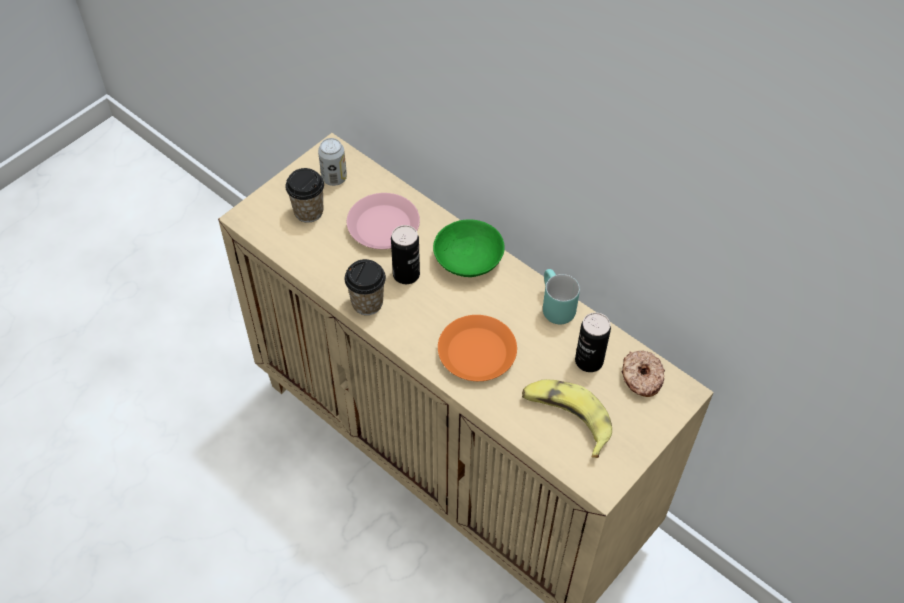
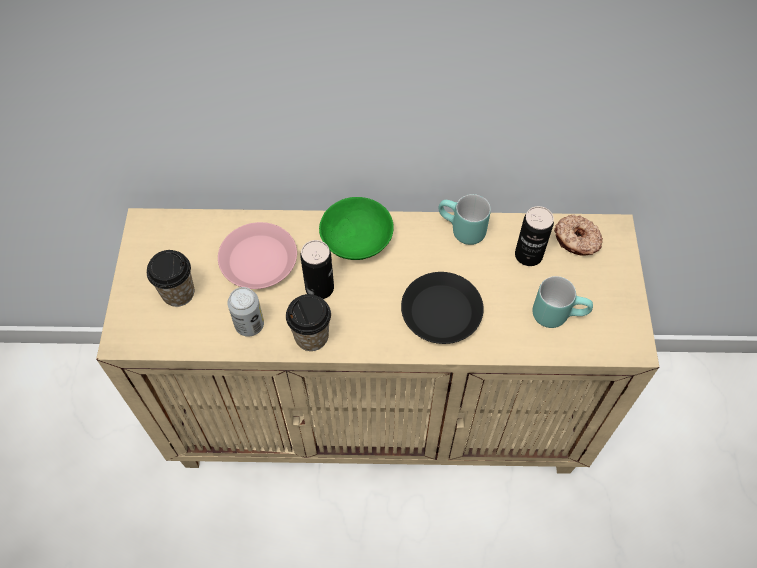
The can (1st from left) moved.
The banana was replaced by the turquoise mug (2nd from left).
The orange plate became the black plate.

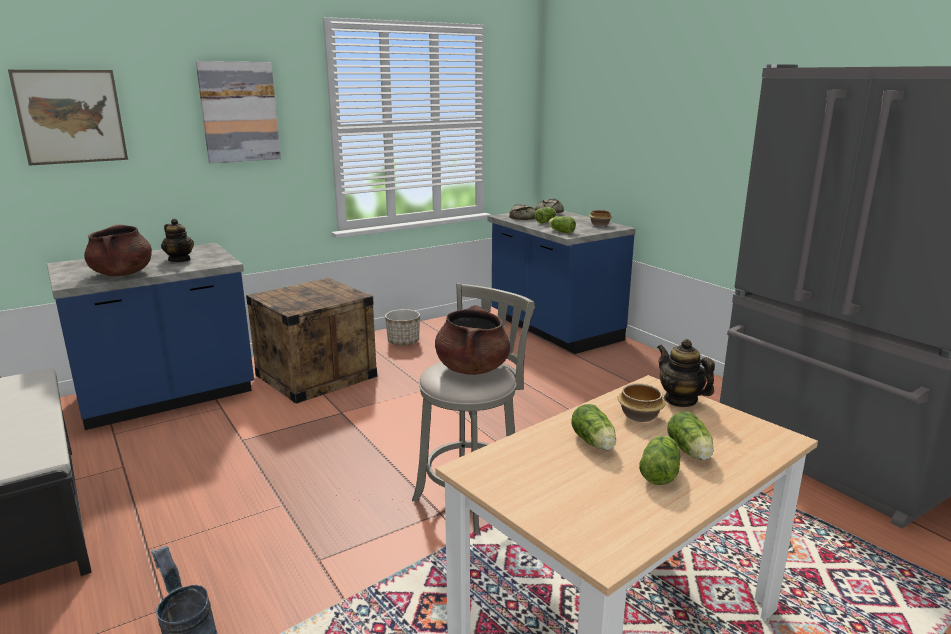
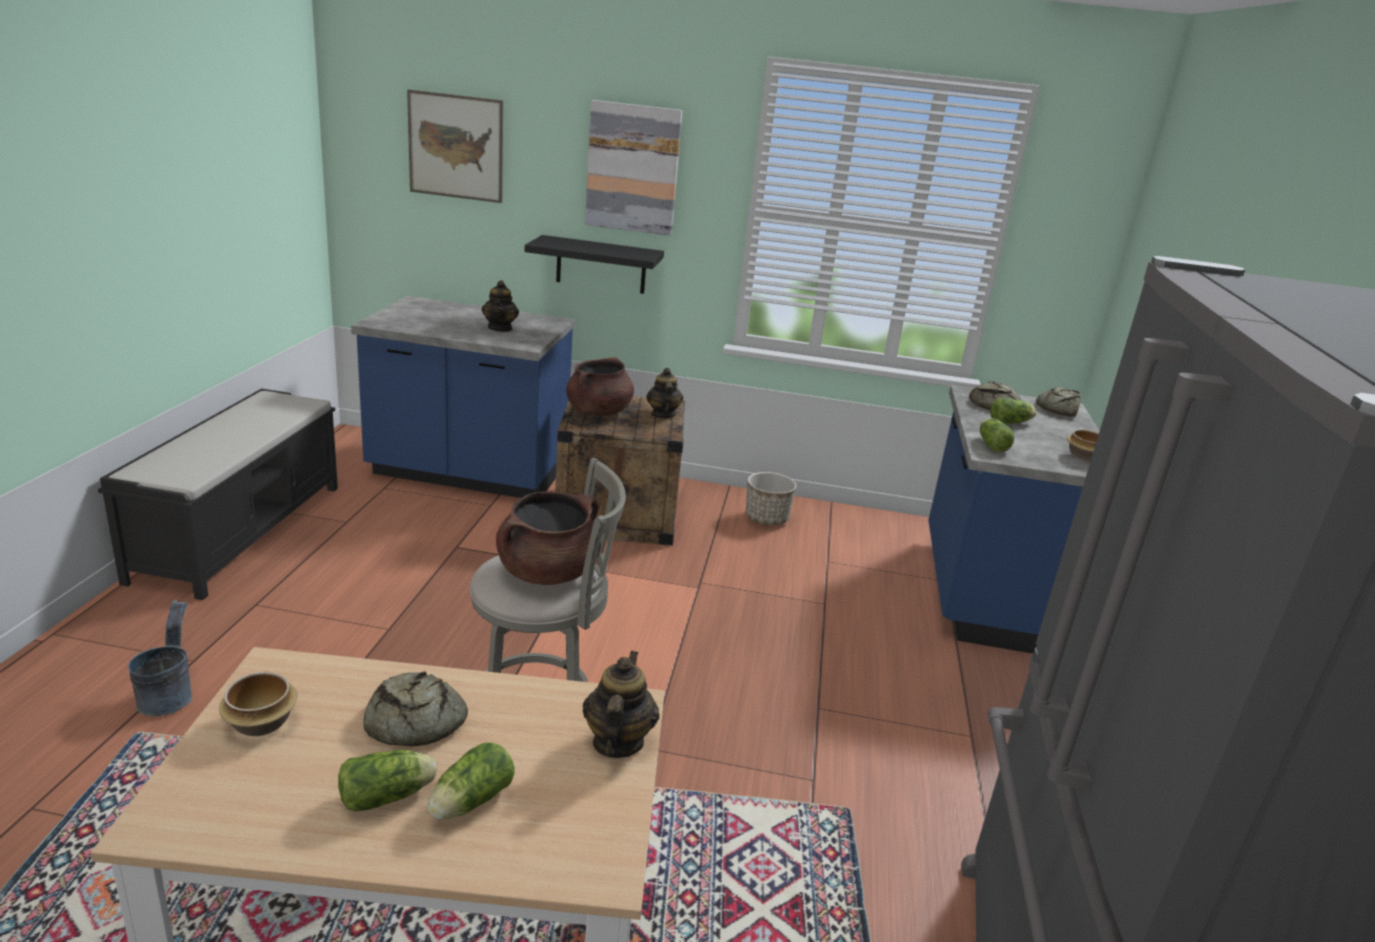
The black shelf appeared.
The teapot (3rd from left) appeared.
The brown cooking pot (1st from left in the first image) moved.
The bowl (2nd from left in the first image) moved.
The lettuce (3rd from left) was replaced by the bread (1st from left).

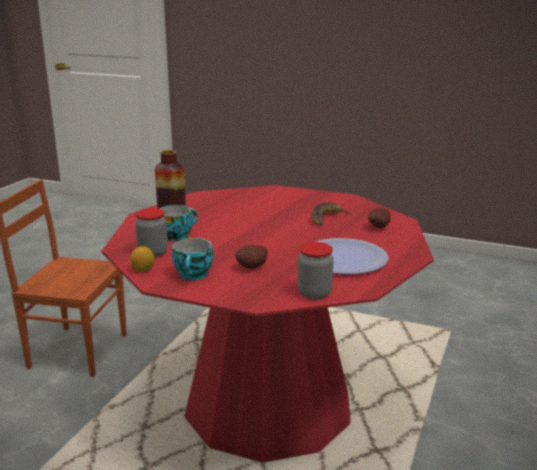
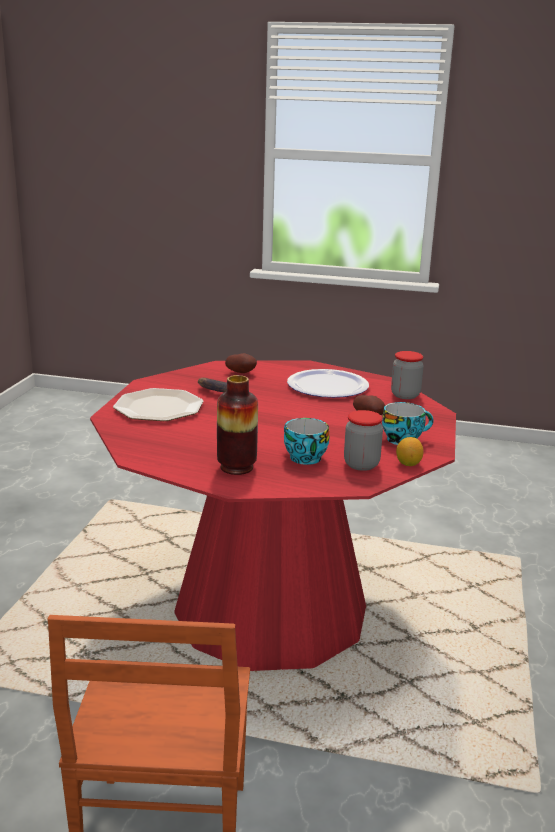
The plate (1st from left) appeared.

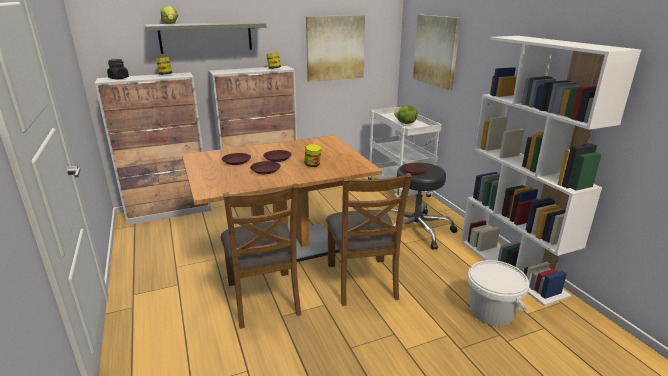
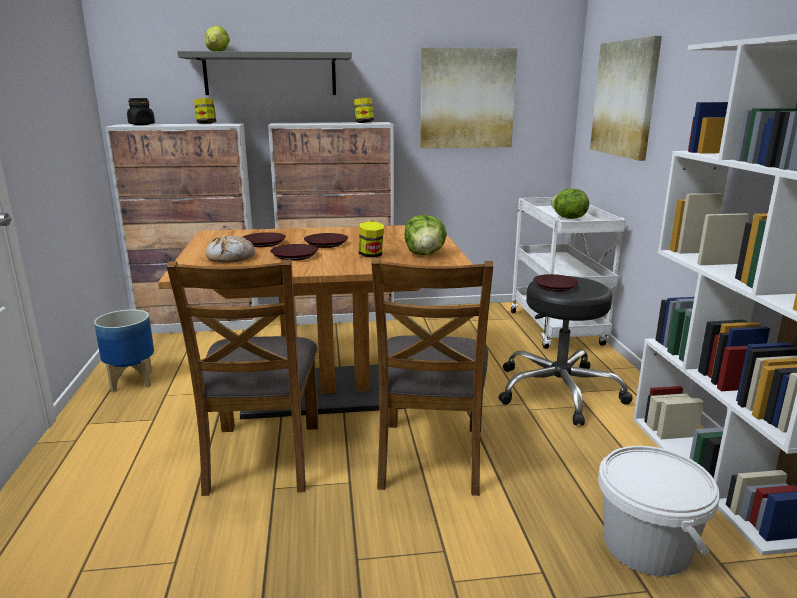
The planter appeared.
The bread appeared.
The lettuce (2nd from left) appeared.

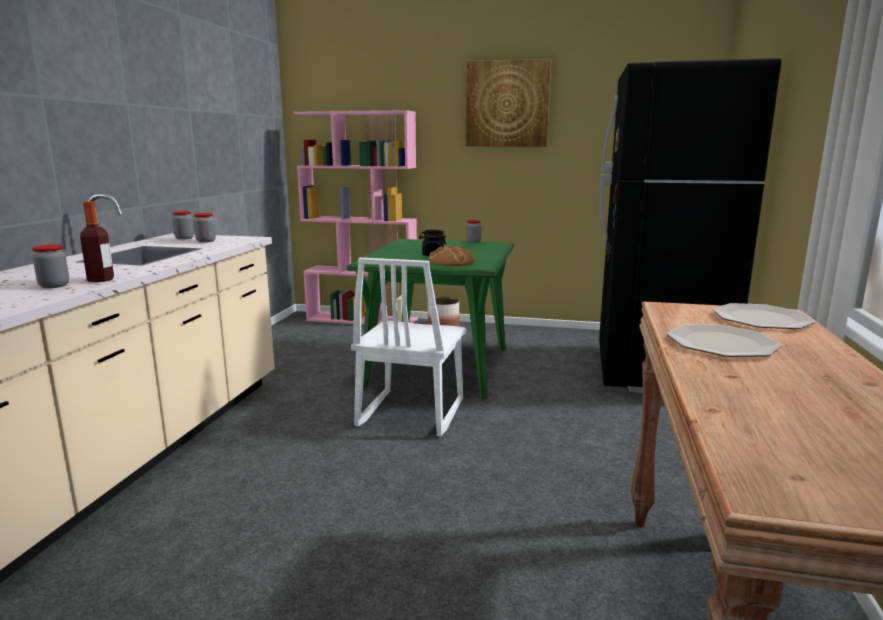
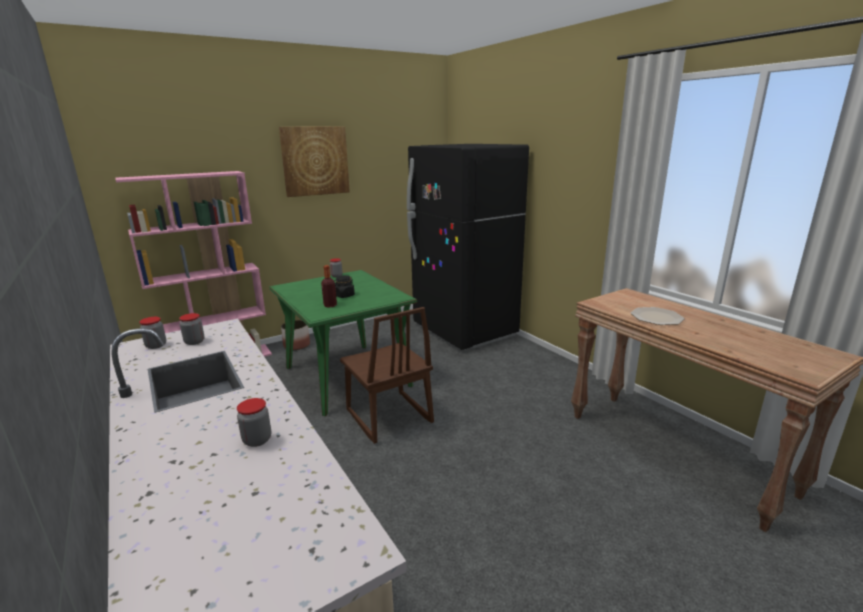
The bread disappeared.
The plate (2nd from left) disappeared.
The bottle moved.
The white chair became the brown chair.

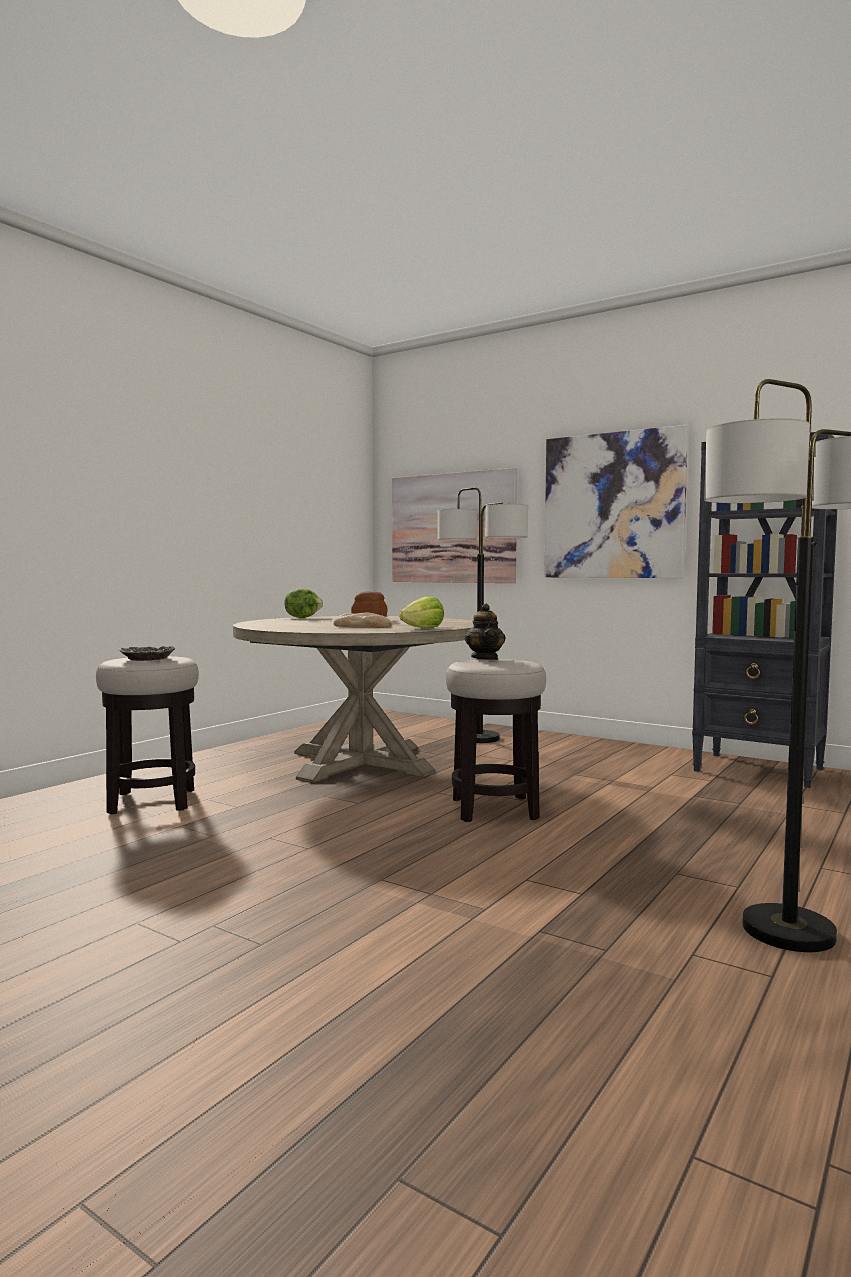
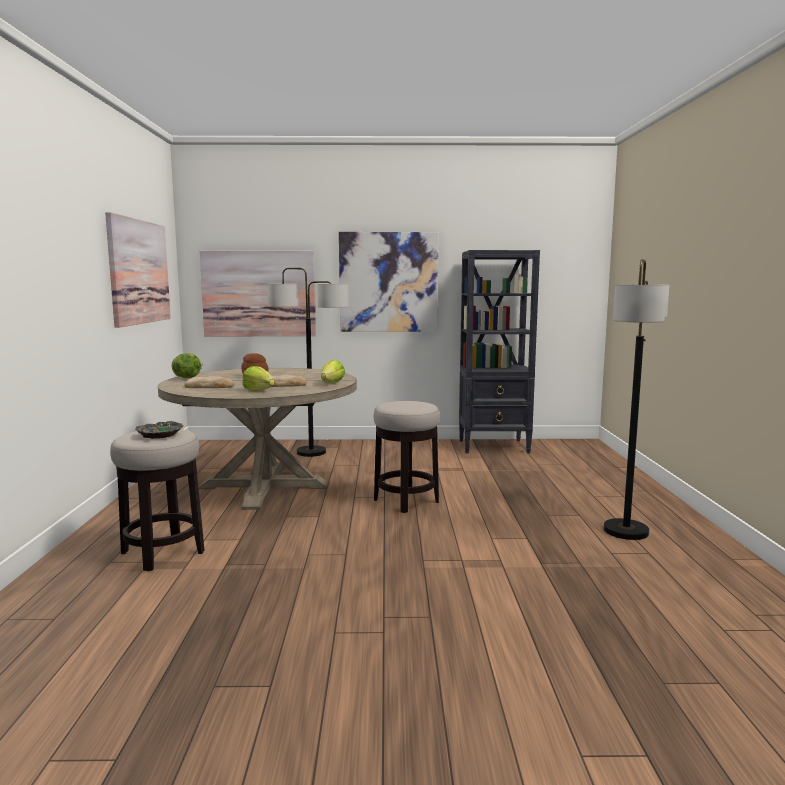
The teapot disappeared.
The picture (1st from left) appeared.
The bread (1st from left) appeared.
The lettuce (2nd from left) appeared.

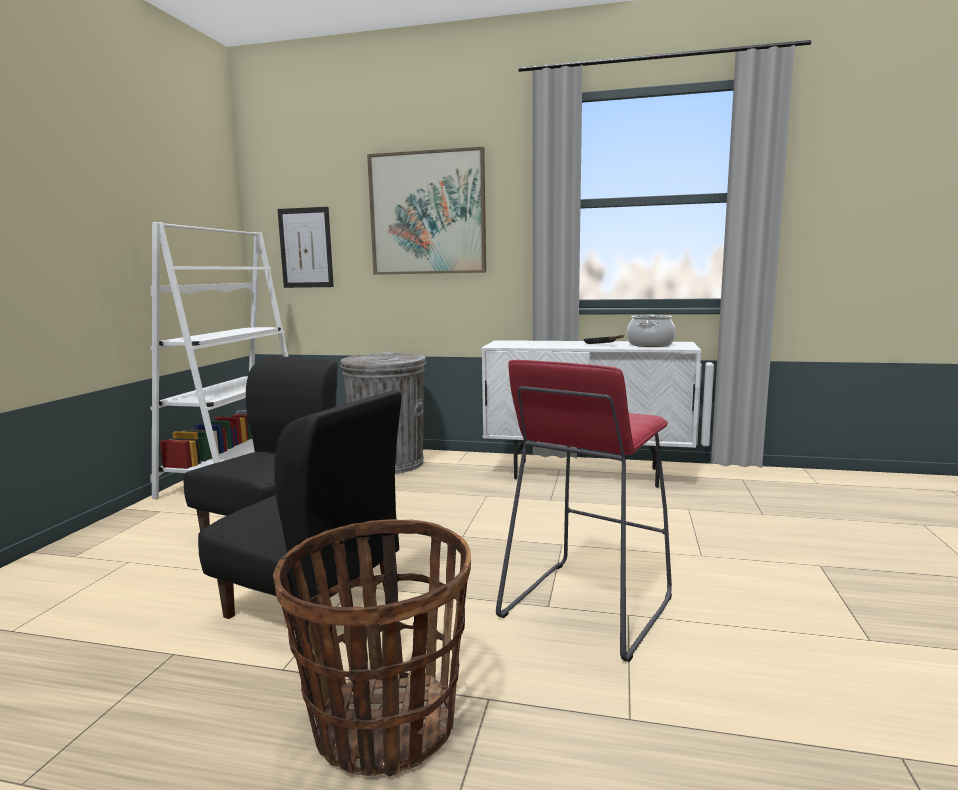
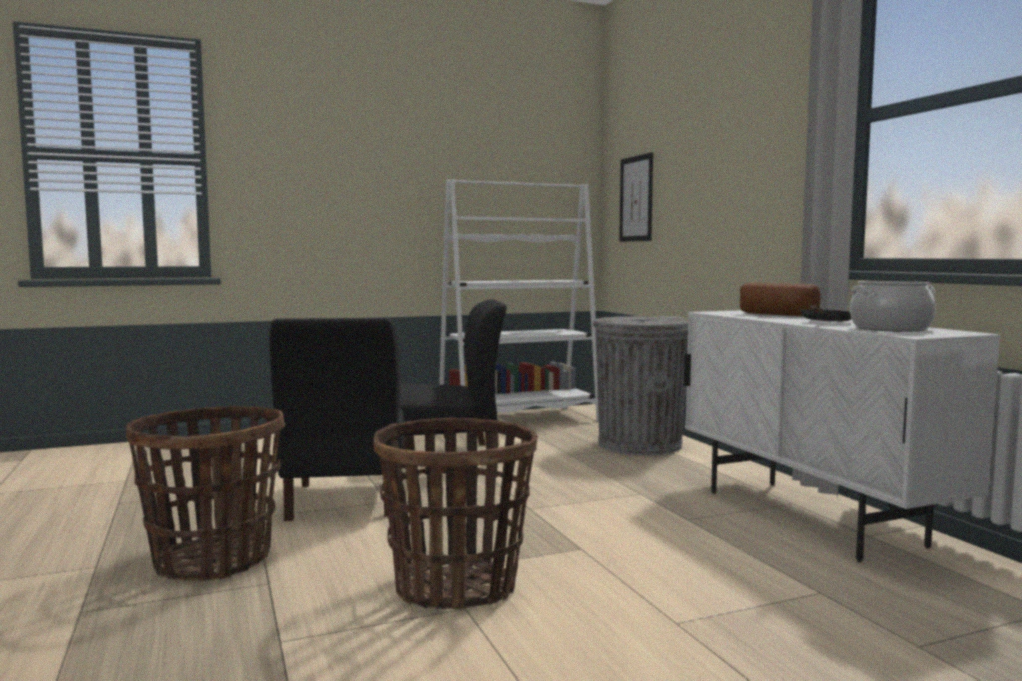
The picture (2nd from left) disappeared.
The bread appeared.
The red stool was replaced by the basket (2nd from left).

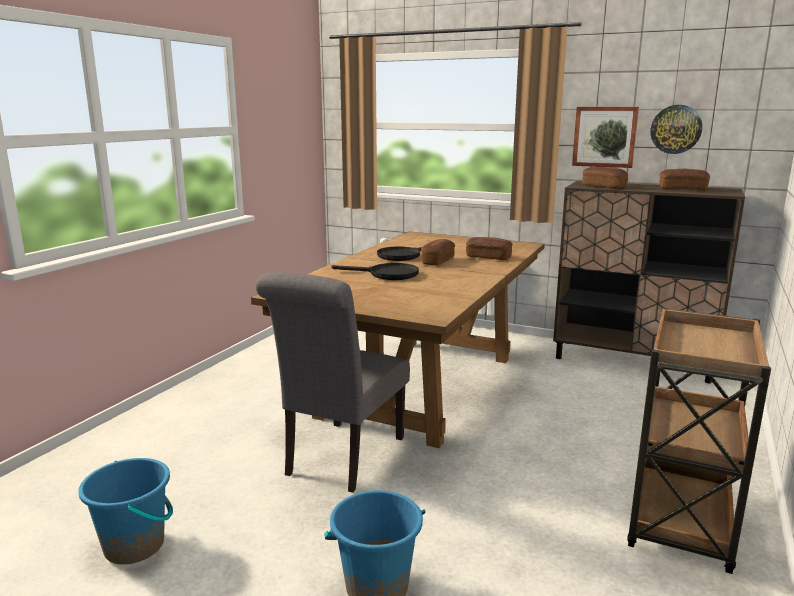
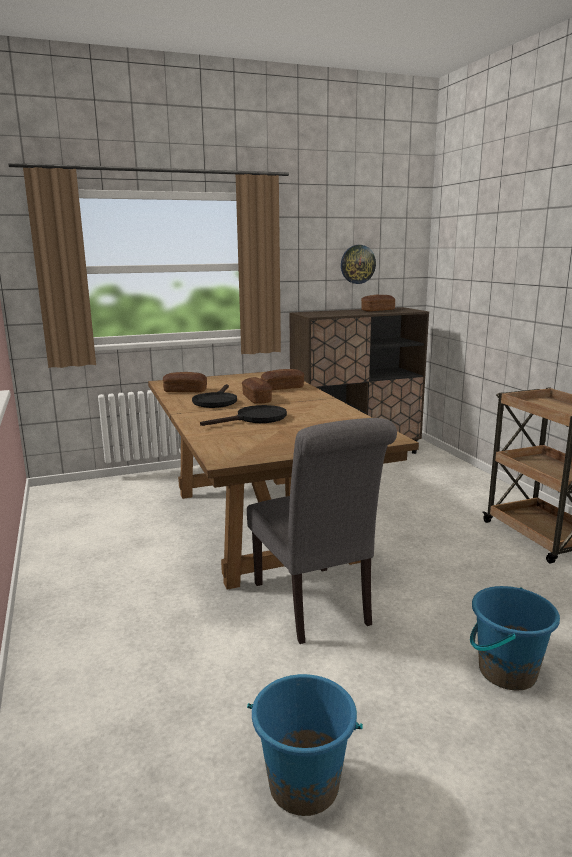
The picture disappeared.
The bread (3rd from left in the first image) moved.

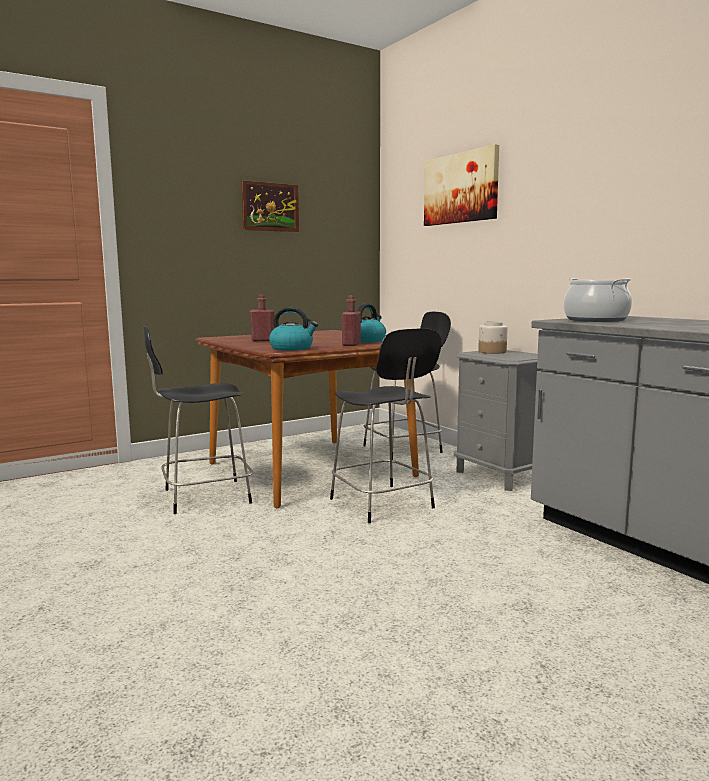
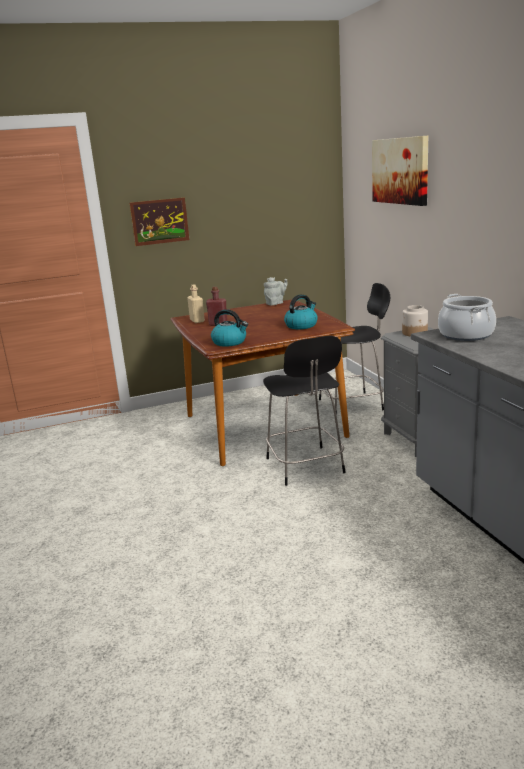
The black chair (1st from left) disappeared.
The red bottle (2nd from left) disappeared.
The beige bottle appeared.
The grey teapot appeared.
The picture (1st from left) moved.

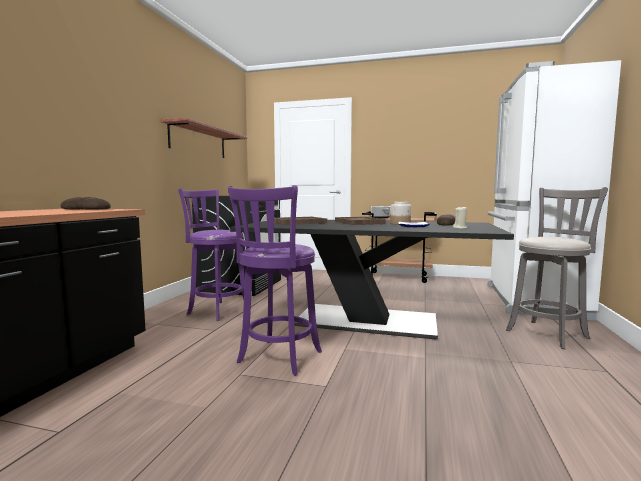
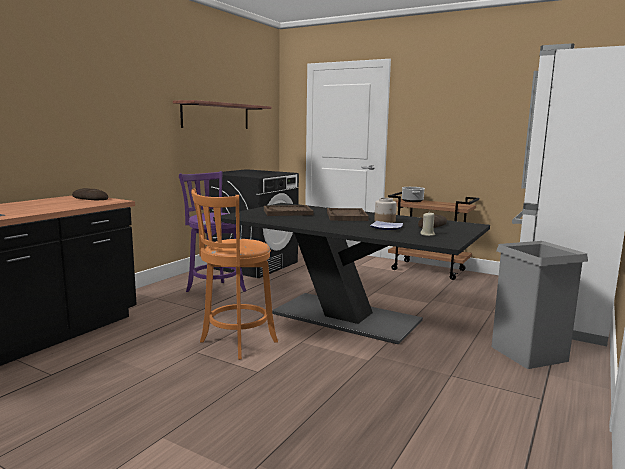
The grey stool was replaced by the grey trash can.
The purple stool (2nd from left) became the orange stool.

